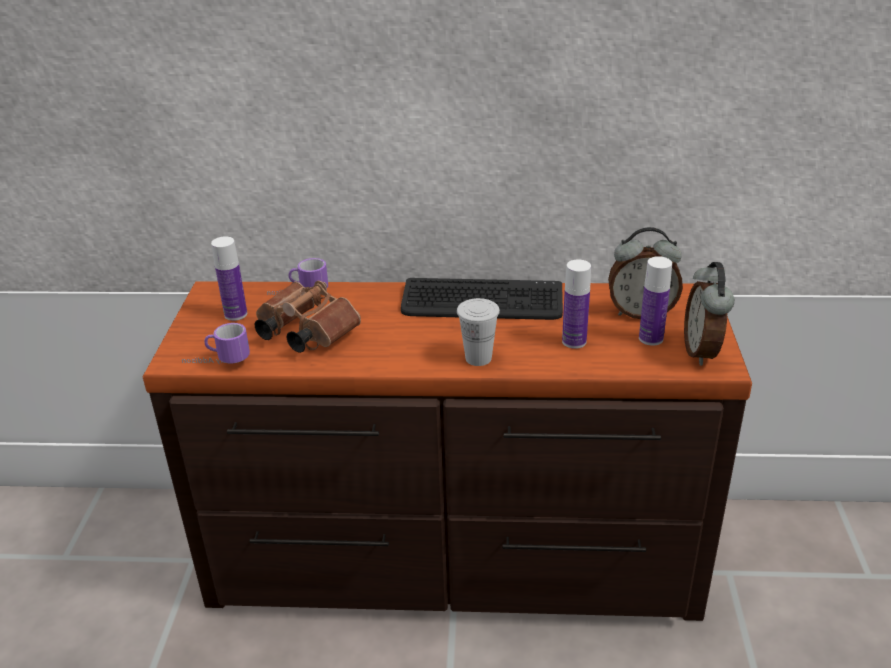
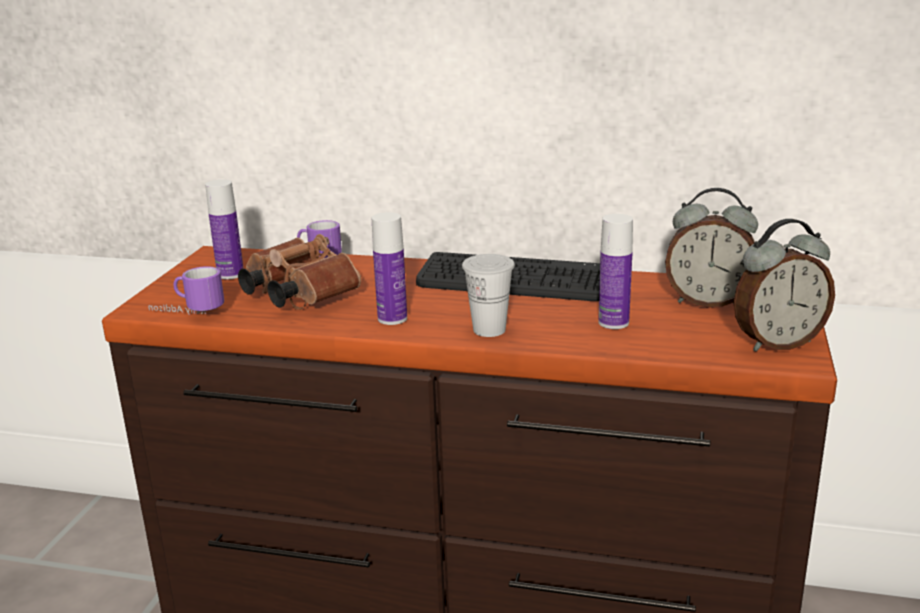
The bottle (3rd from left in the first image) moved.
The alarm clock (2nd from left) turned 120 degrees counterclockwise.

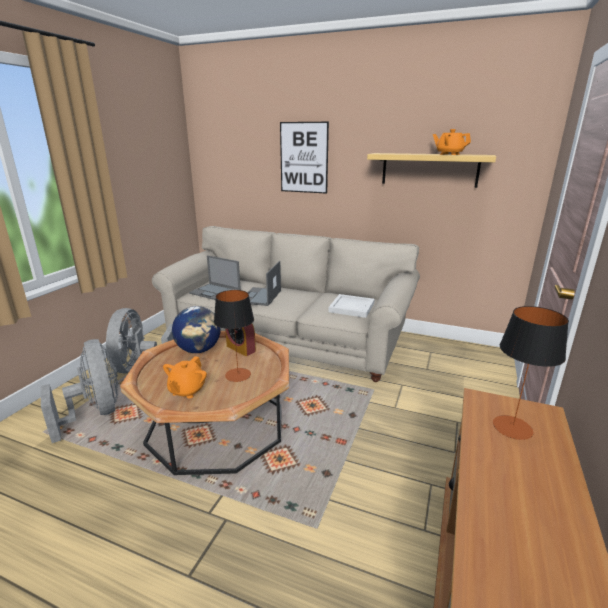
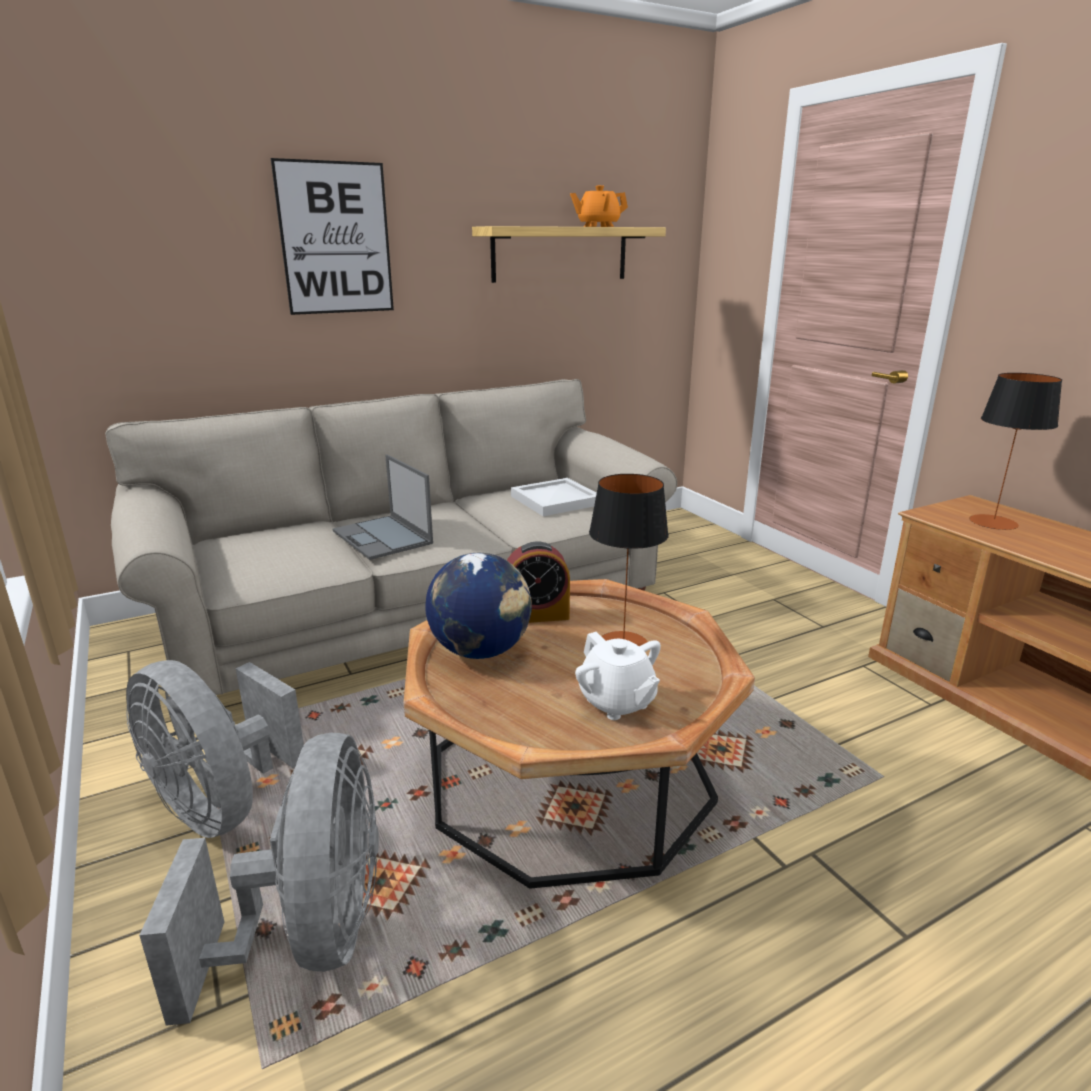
The laptop (1st from left) disappeared.
The orange teapot (1st from left) became the white teapot.
The grey fan (1st from left in the first image) turned 75 degrees clockwise.

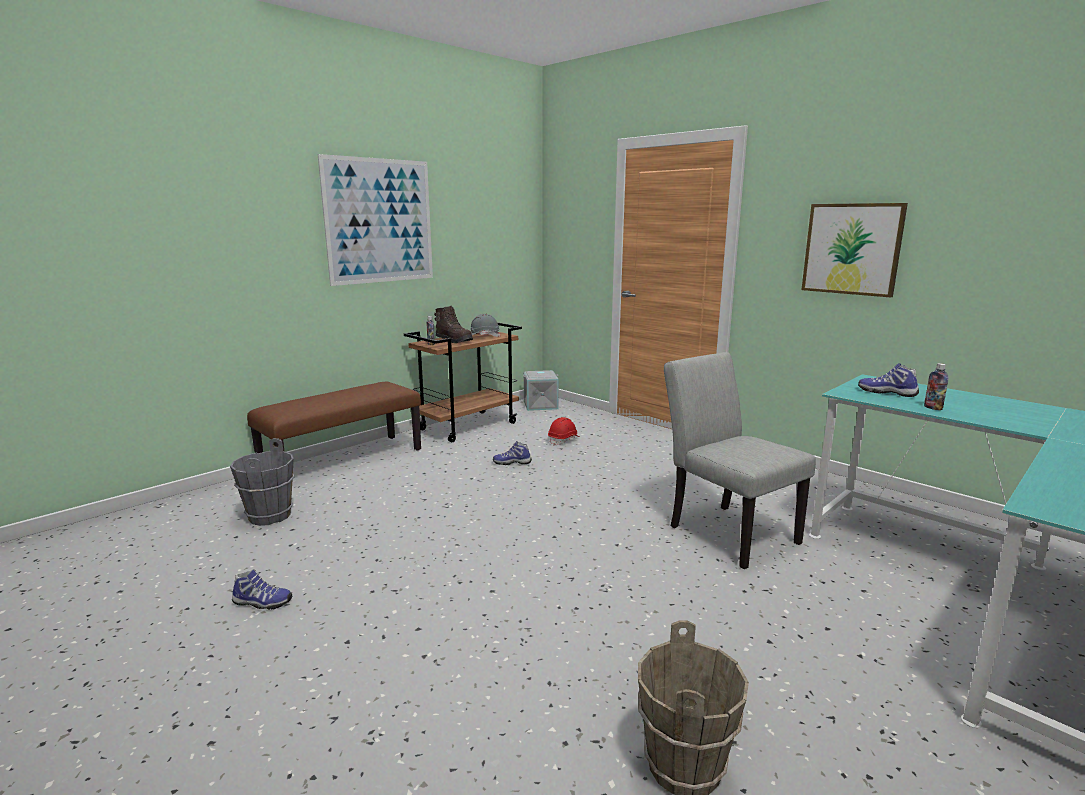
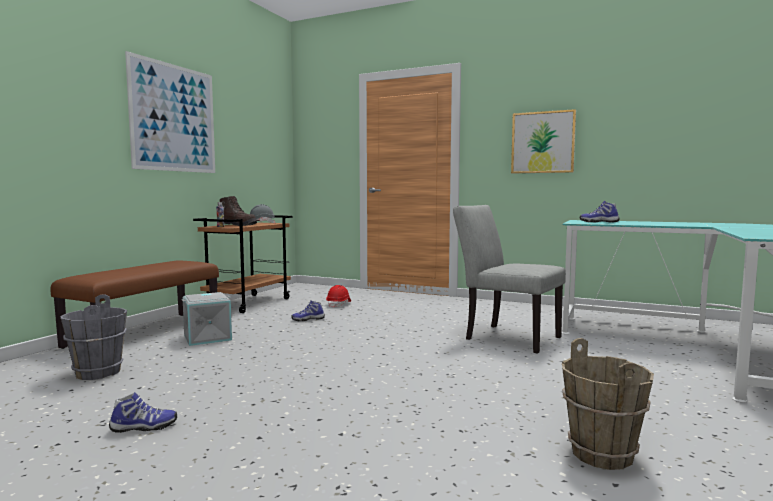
The bottle (2nd from left) disappeared.
The grey storage box moved.

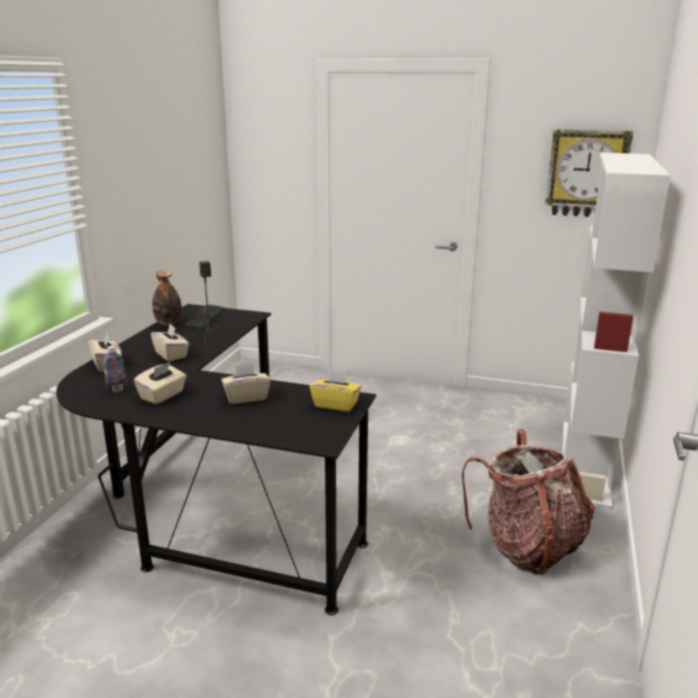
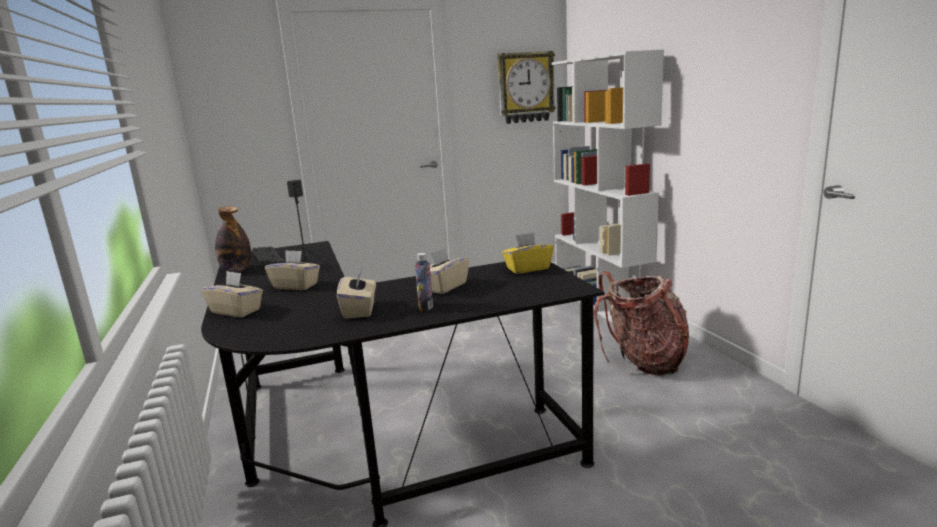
The bottle (1st from left in the first image) moved.

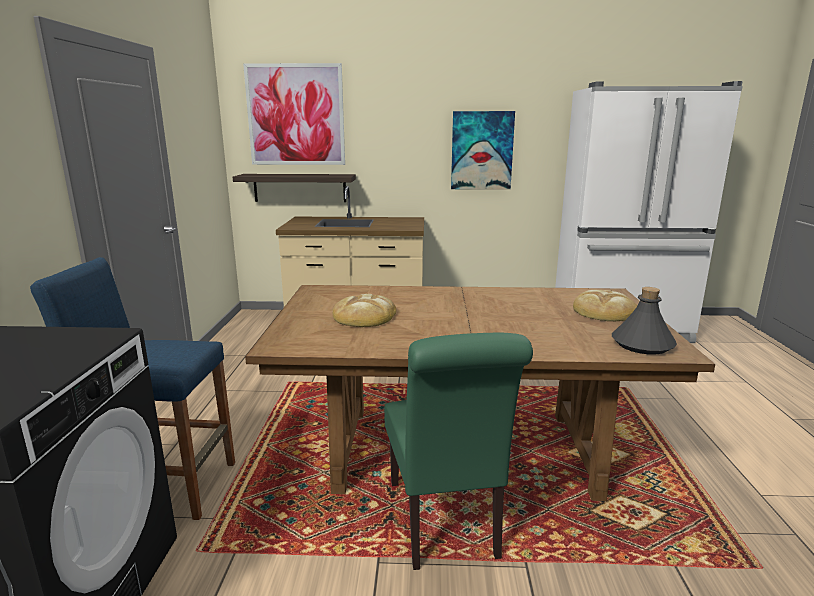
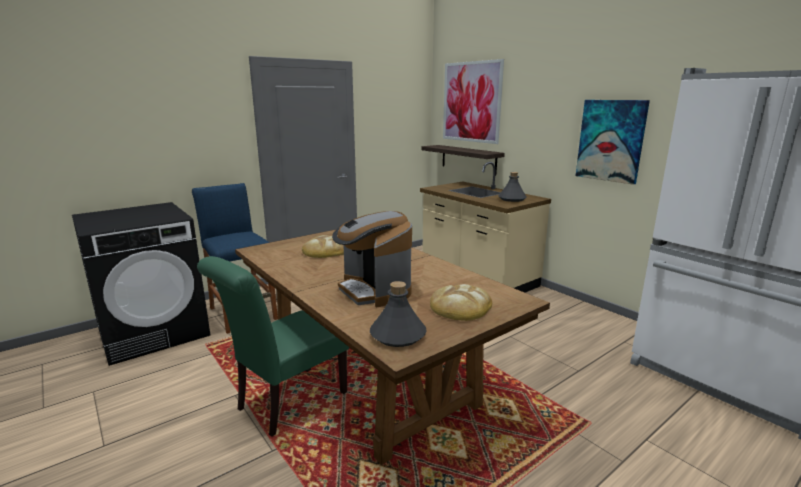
The coffee machine appeared.
The grey bottle (2nd from left) appeared.

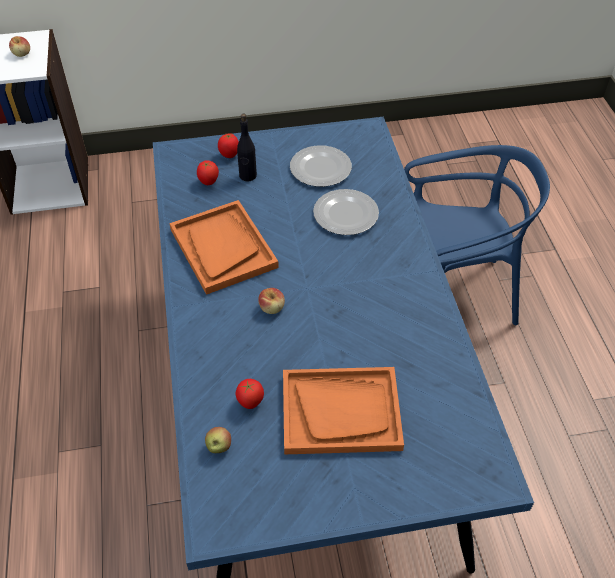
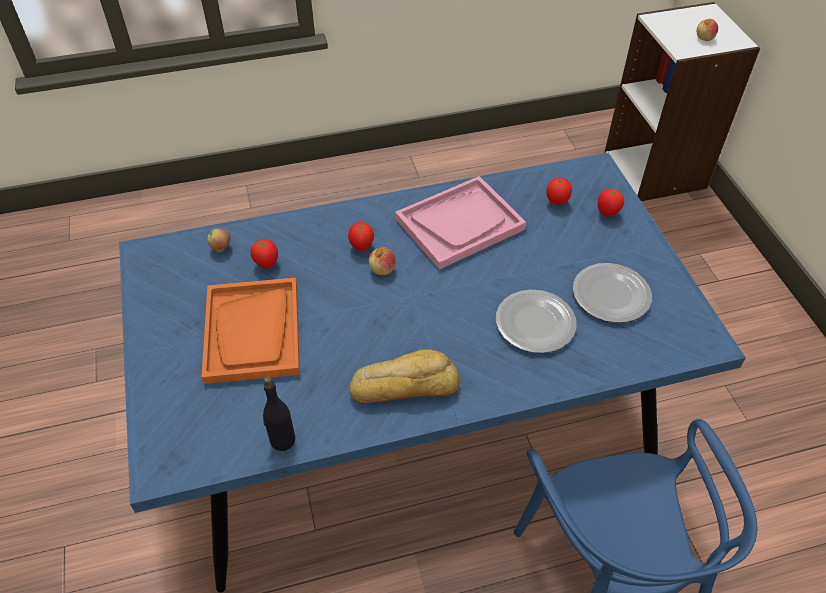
The tomato (2nd from left) appeared.
The bread appeared.
The black bottle moved.
The orange tray (1st from left) became the pink tray.

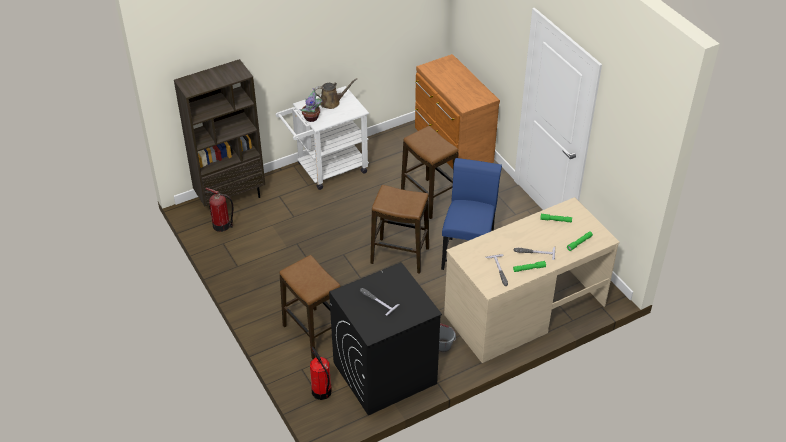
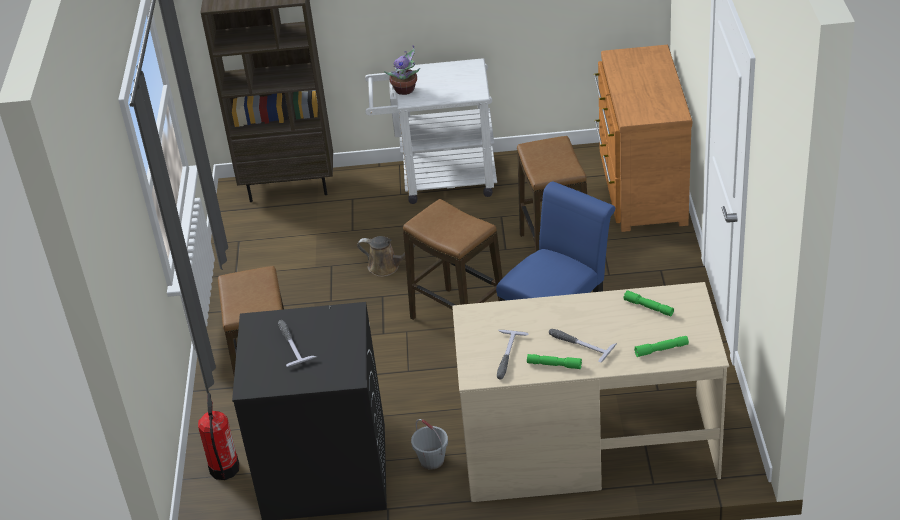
The fire extinguisher (1st from left) disappeared.
The brown watering can moved.

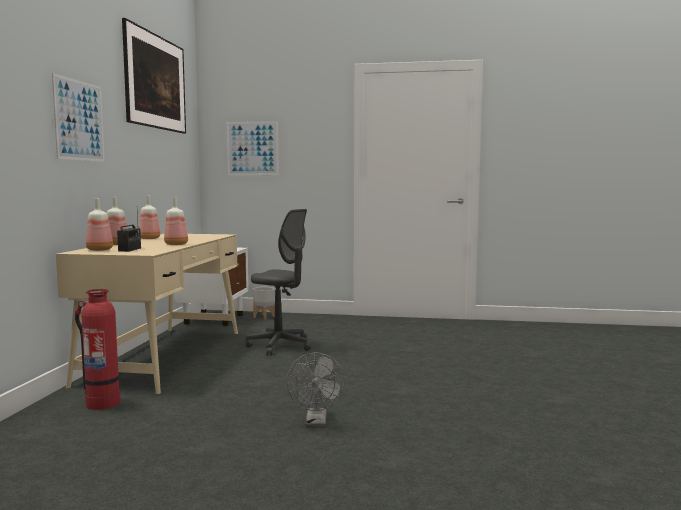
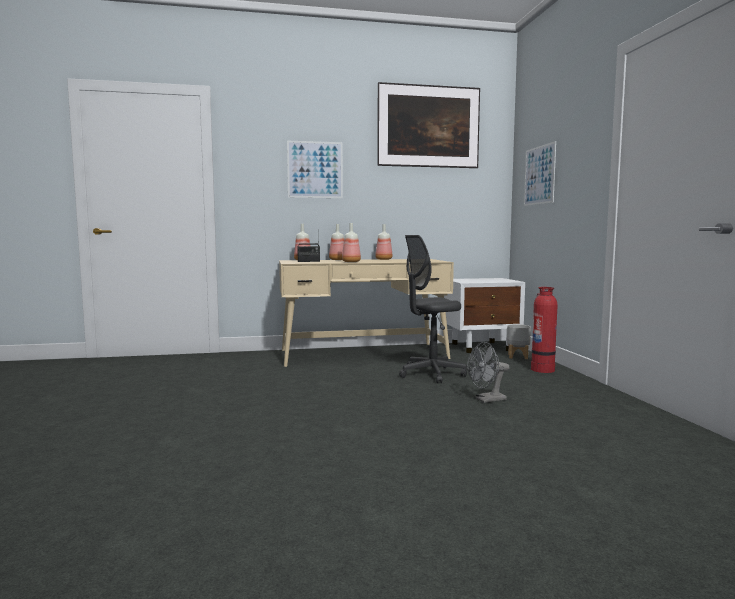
The fire extinguisher moved.
The grey fan moved.
The grey office chair turned 60 degrees clockwise.

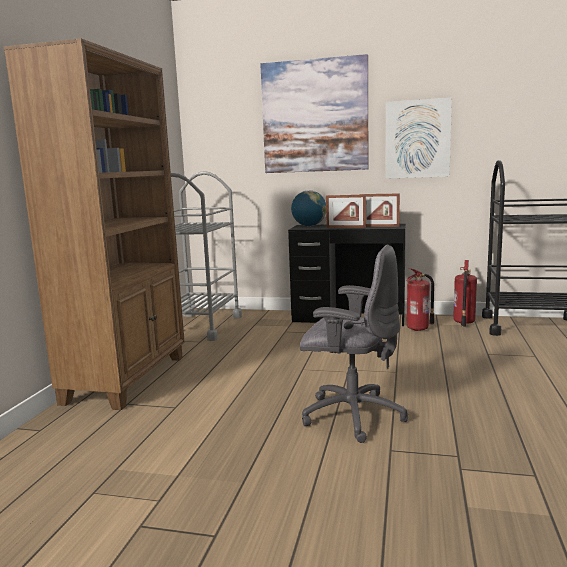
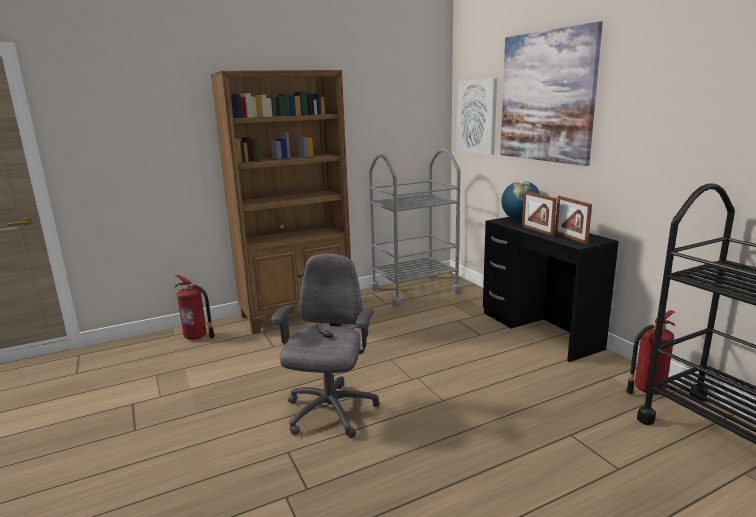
The picture (2nd from left in the first image) moved.
The fire extinguisher (1st from left) moved.
The grey office chair turned 150 degrees counterclockwise.

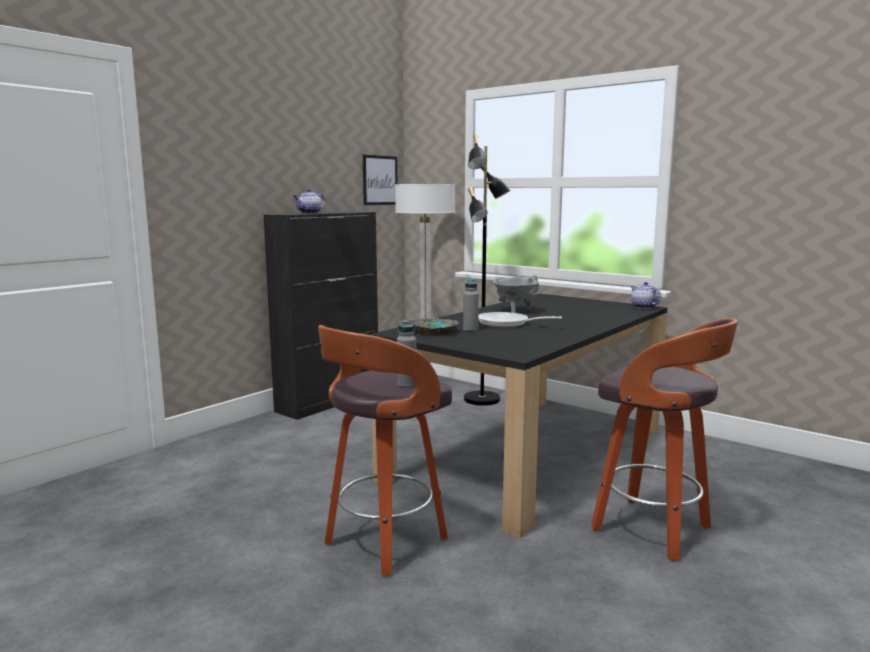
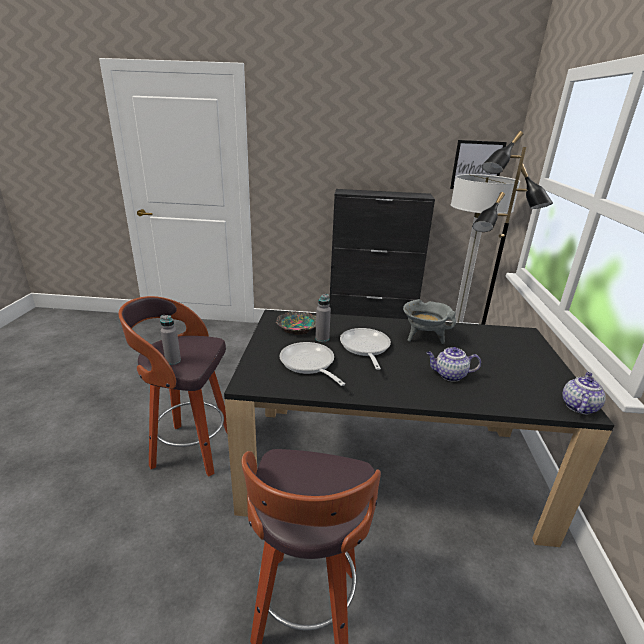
The frying pan (1st from left) appeared.
The teapot (1st from left) moved.

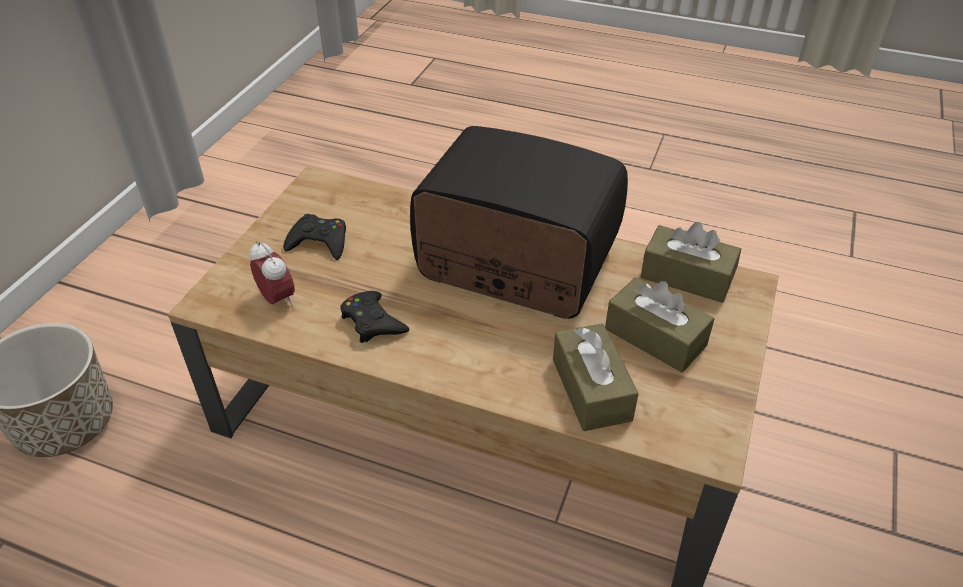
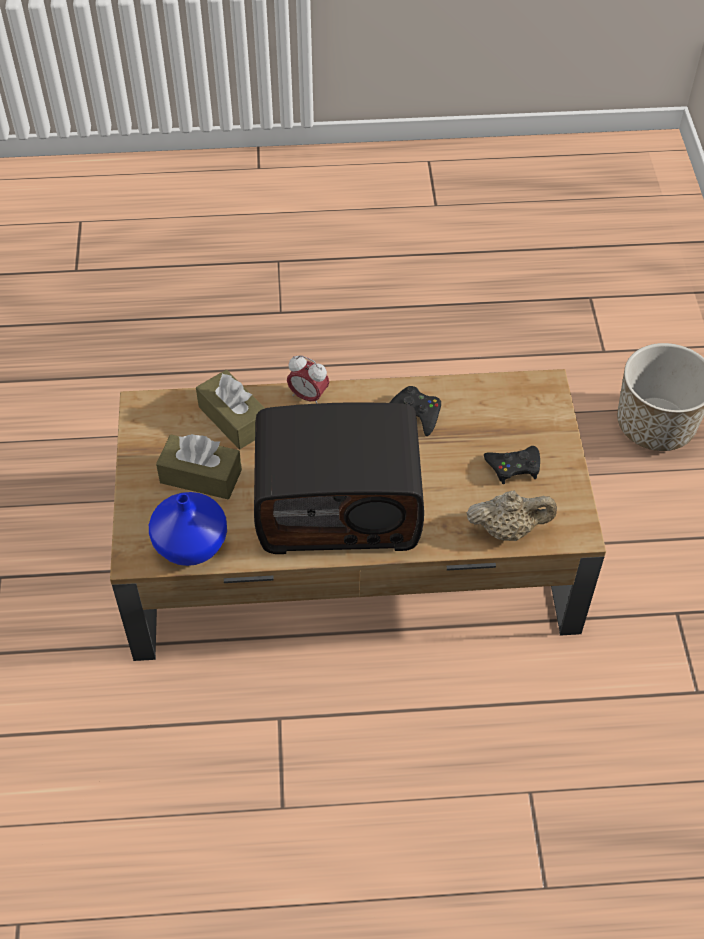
The beige teapot appeared.
The alarm clock moved.
The brown tissue box (3rd from left) was replaced by the blue vase.

